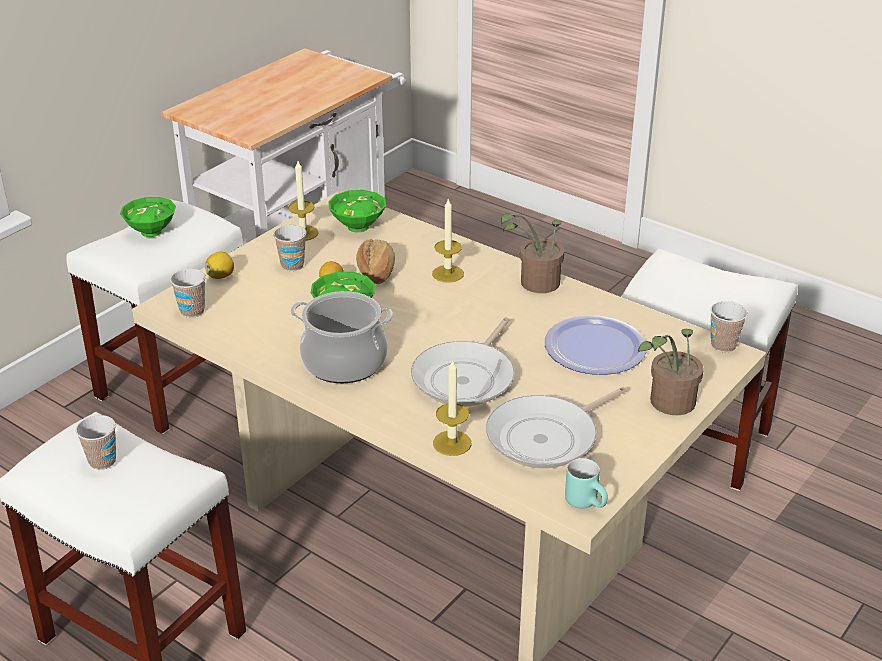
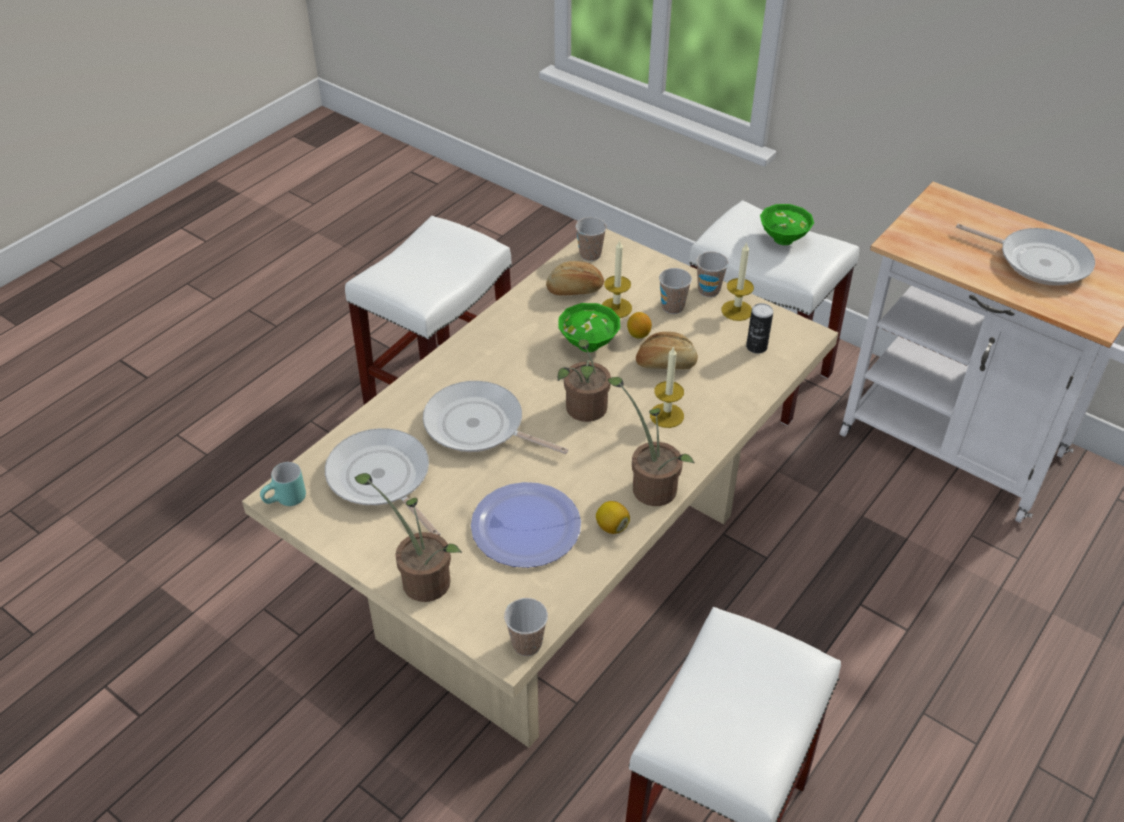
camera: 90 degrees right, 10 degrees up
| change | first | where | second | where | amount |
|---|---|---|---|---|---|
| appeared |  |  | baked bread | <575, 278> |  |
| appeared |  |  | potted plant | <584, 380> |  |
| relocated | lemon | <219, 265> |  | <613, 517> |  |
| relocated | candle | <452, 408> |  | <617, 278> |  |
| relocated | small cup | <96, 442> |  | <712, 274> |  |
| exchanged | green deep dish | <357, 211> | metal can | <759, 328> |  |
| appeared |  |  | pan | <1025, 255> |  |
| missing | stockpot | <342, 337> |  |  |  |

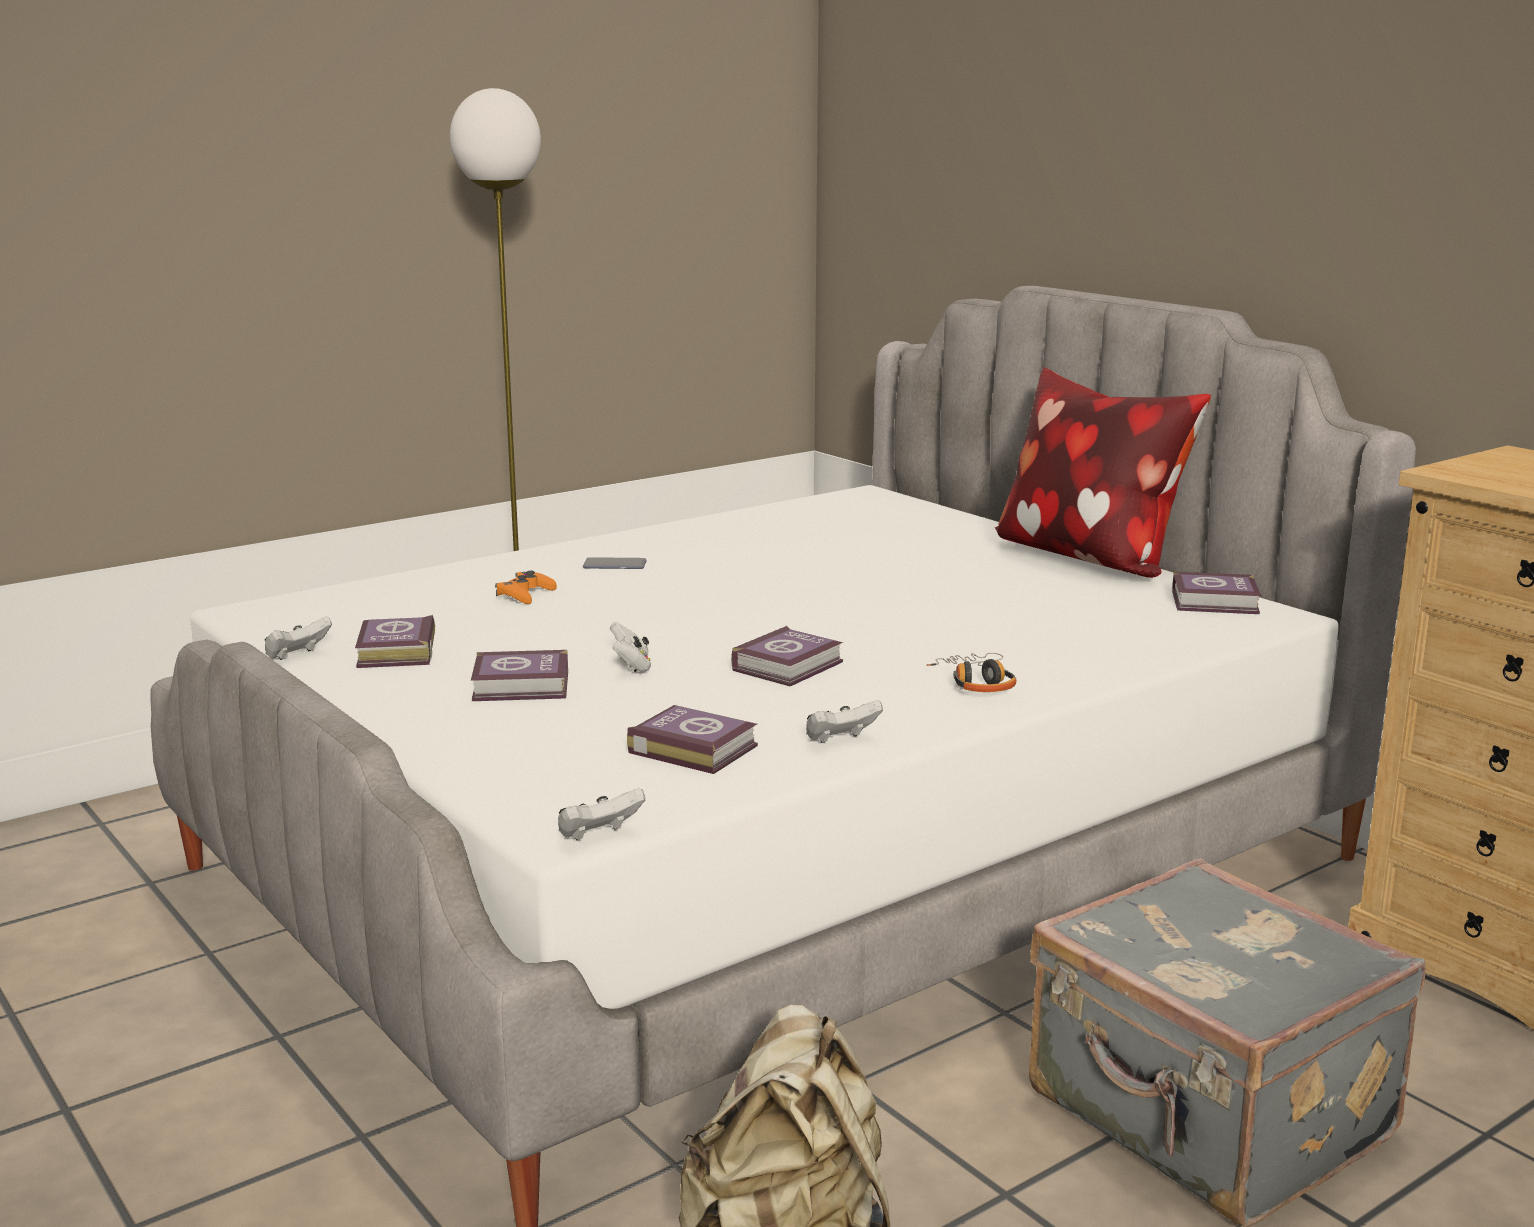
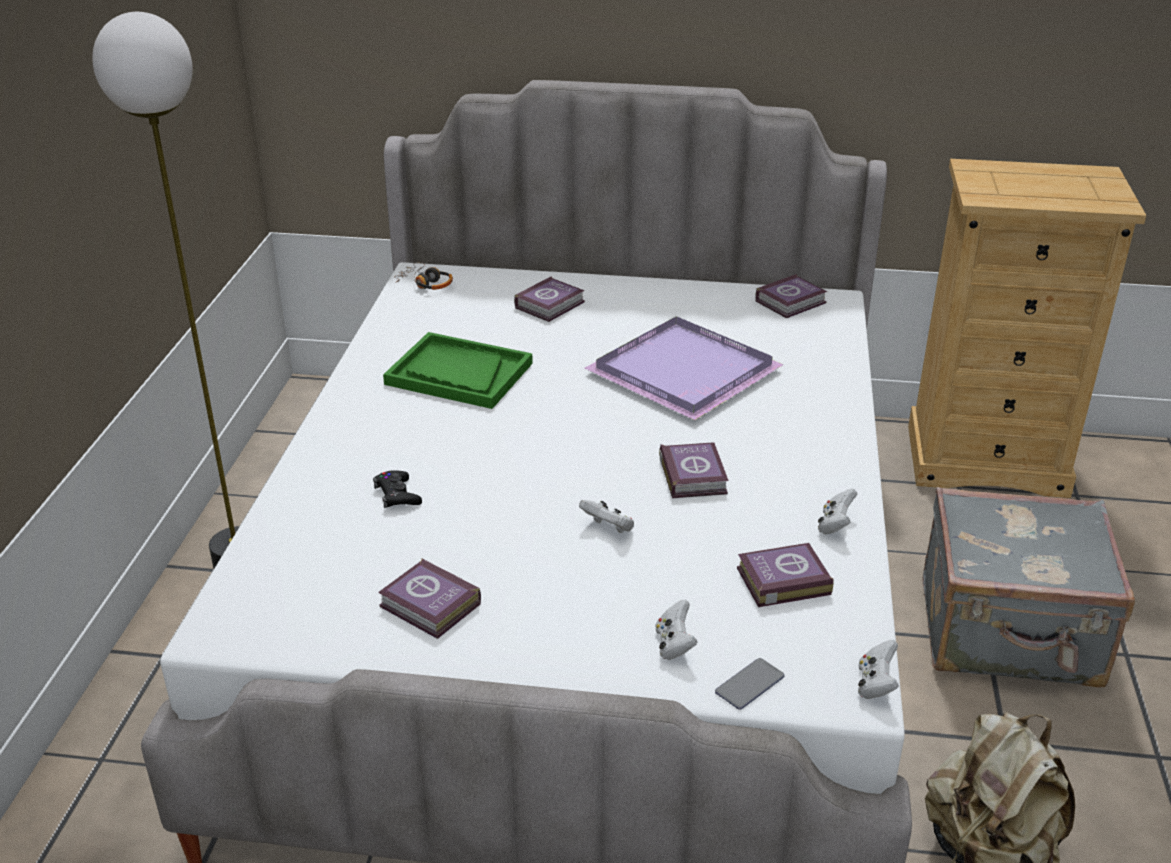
camera: 45 degrees left, 15 degrees up
| change | first | where | second | where | amount |
|---|---|---|---|---|---|
| colour | orangey gamepad | <526, 587> | black gamepad | <397, 489> |  |
| appeared |  |  | green serving tray | <458, 370> |  |
| relocated | headphones | <972, 672> |  | <423, 276> |  |
| relocated | volume | <519, 675> |  | <549, 299> |  |
| appeared |  |  | purple-coloured serving tray | <684, 368> |  |
| relocated | whitish gamepad | <298, 638> |  | <676, 630> |  |
| relocated | handset | <615, 563> |  | <749, 684> |  |
| missing | cushion | <1103, 472> |  |  |  |

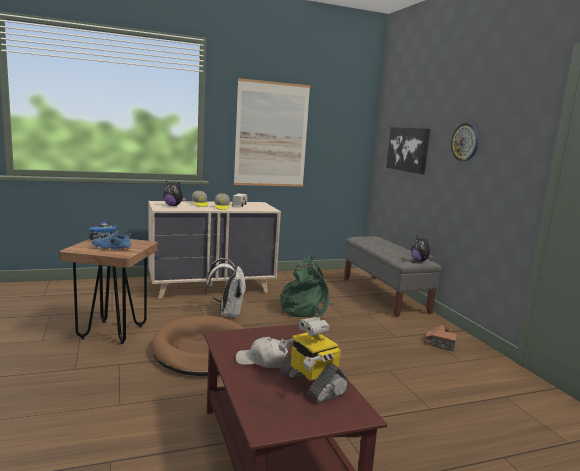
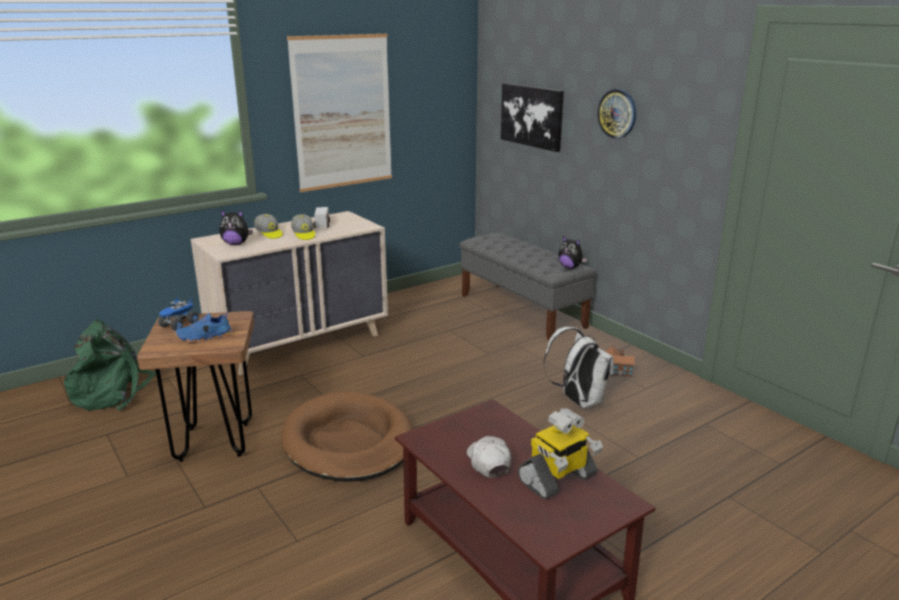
camera: 15 degrees left, 10 degrees up
| change | first | where | second | where | amount |
|---|---|---|---|---|---|
| relocated | green rucksack | <307, 286> |  | <112, 365> |  |
| spun | whitish baseball cap | <262, 352> |  | <489, 457> | 75 degrees clockwise |
| spun | robot figure | <313, 360> |  | <560, 454> | 75 degrees counterclockwise |
| relocated | whitish rucksack | <225, 288> |  | <578, 367> |  |

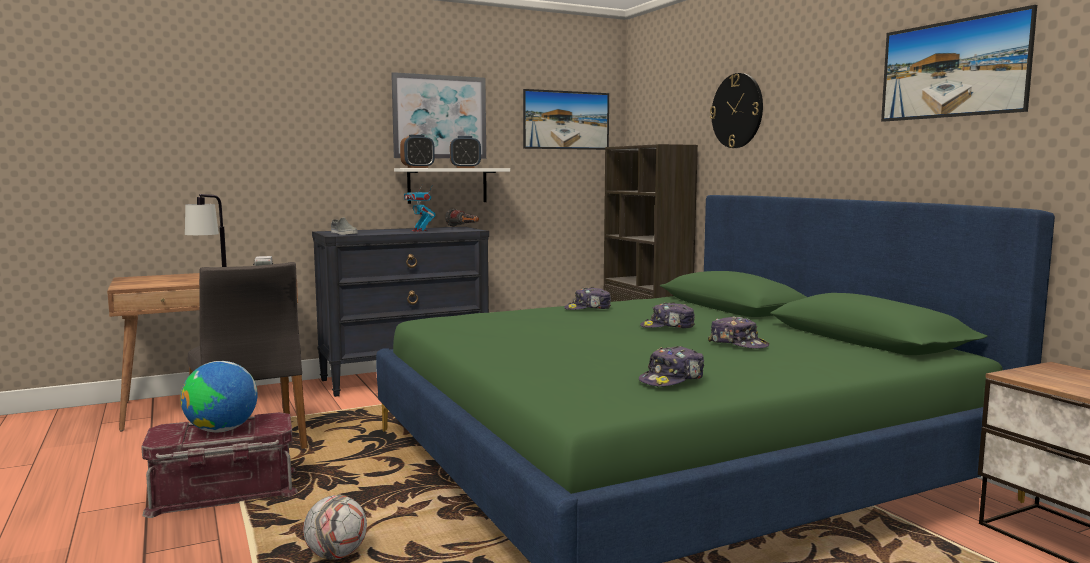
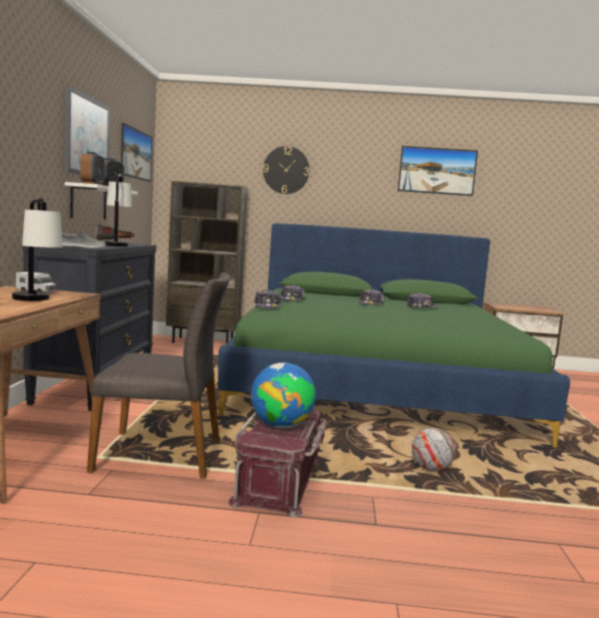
camera: 60 degrees left, 0 degrees up
| change | first | where | second | where | amount |
|---|---|---|---|---|---|
| exchanged | robot figure | <419, 208> | lamp for a table | <117, 210> |  |
| relocated | baseball cap | <671, 366> |  | <267, 298> |  |

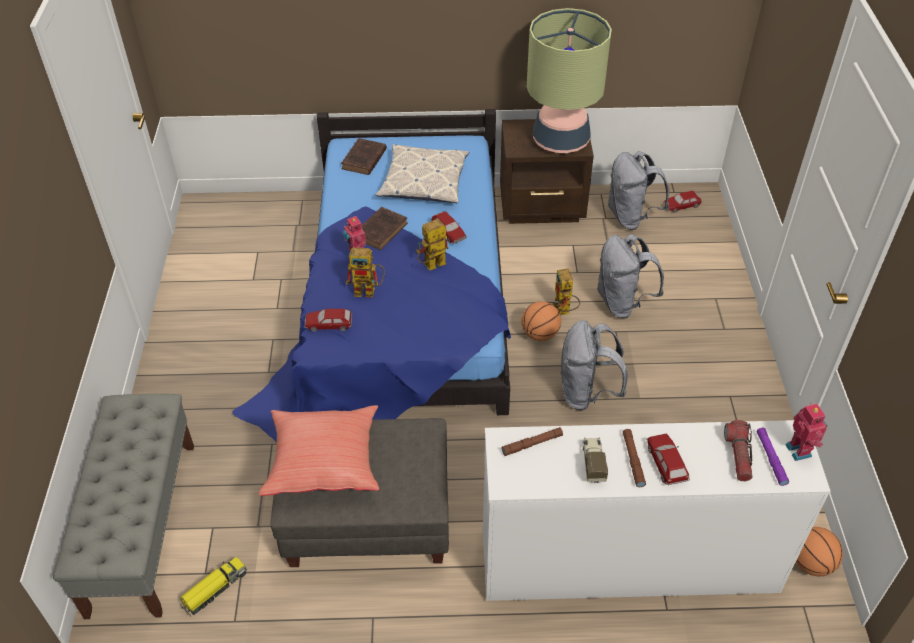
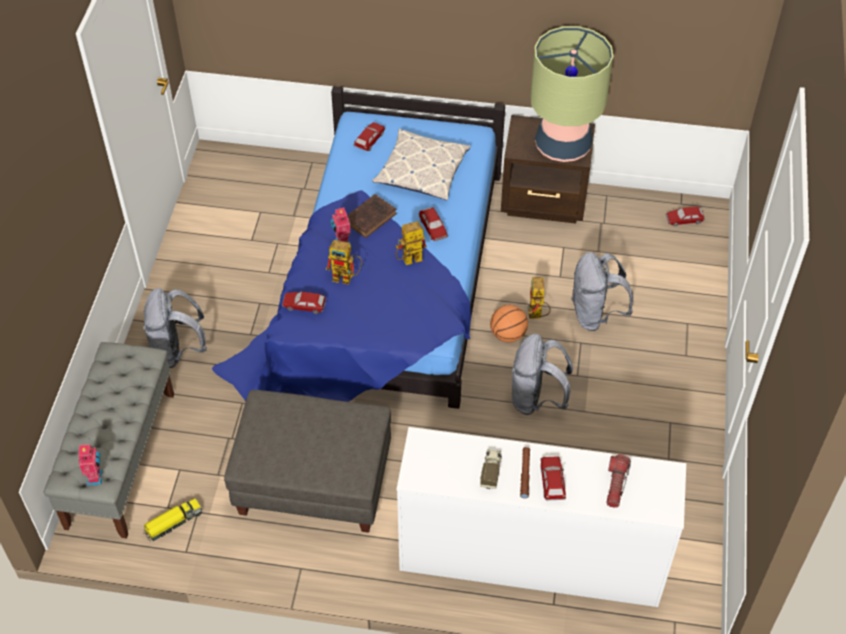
camera: 10 degrees right, 5 degrees up
| change | first | where | second | where | amount |
|---|---|---|---|---|---|
| relocated | robot figure | <806, 431> |  | <91, 464> |  |
| relocated | grey rucksack | <638, 190> |  | <175, 328> |  |
| exchanged | brownish volume | <364, 156> | miniature car | <369, 136> |  |
| missing | reddish cushion | <319, 450> |  |  |  |
| missing | brownish flashlight | <532, 441> |  |  |  |
| missing | purple-coloured flashlight | <773, 457> |  |  |  |
| missing | ball for basketball | <819, 551> |  |  |  |

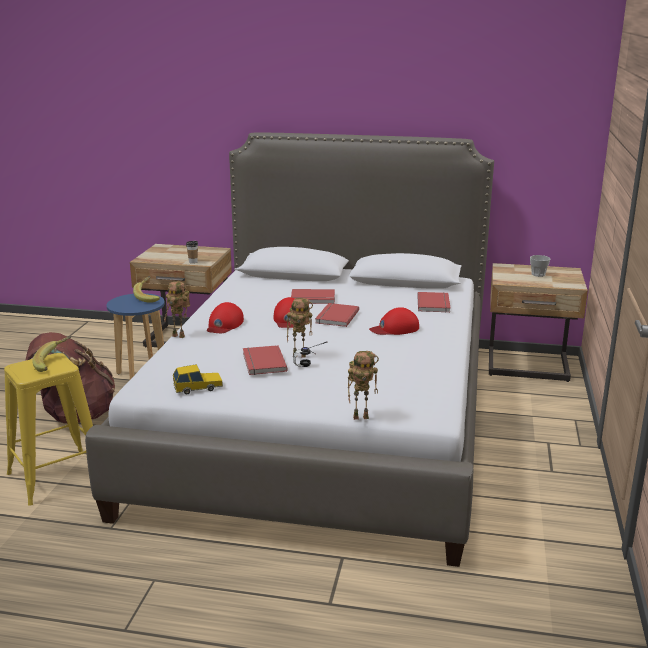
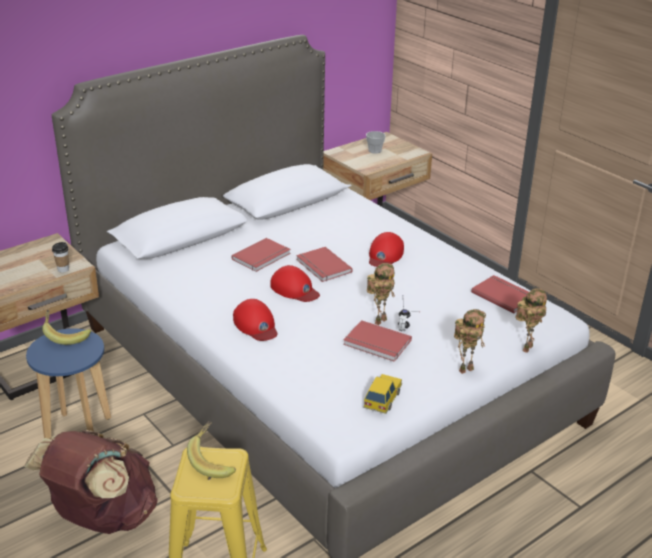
camera: 50 degrees left, 10 degrees up
| change | first | where | second | where | amount |
|---|---|---|---|---|---|
| relocated | robot figure | <177, 309> |  | <470, 341> |  |
| relocated | reddish volume | <434, 302> |  | <500, 294> |  |

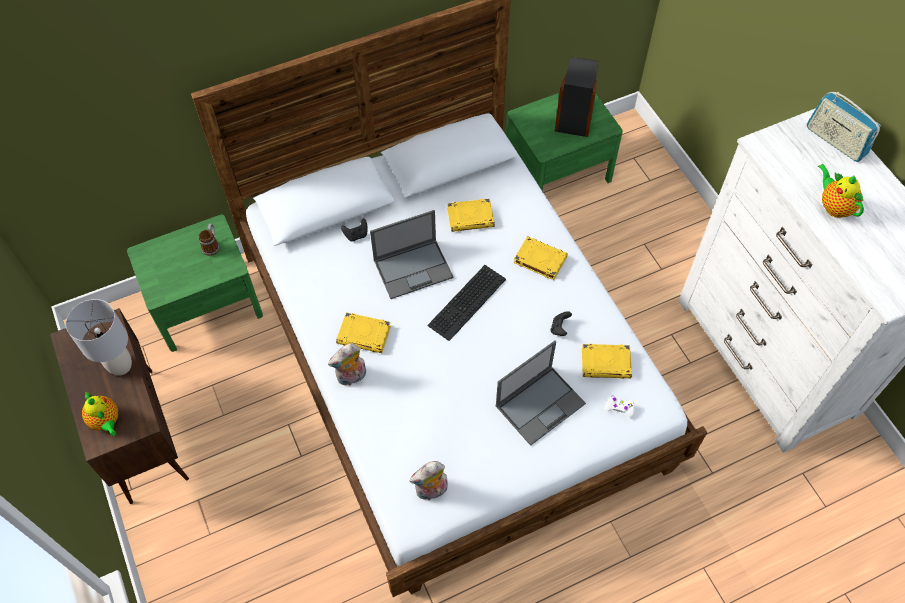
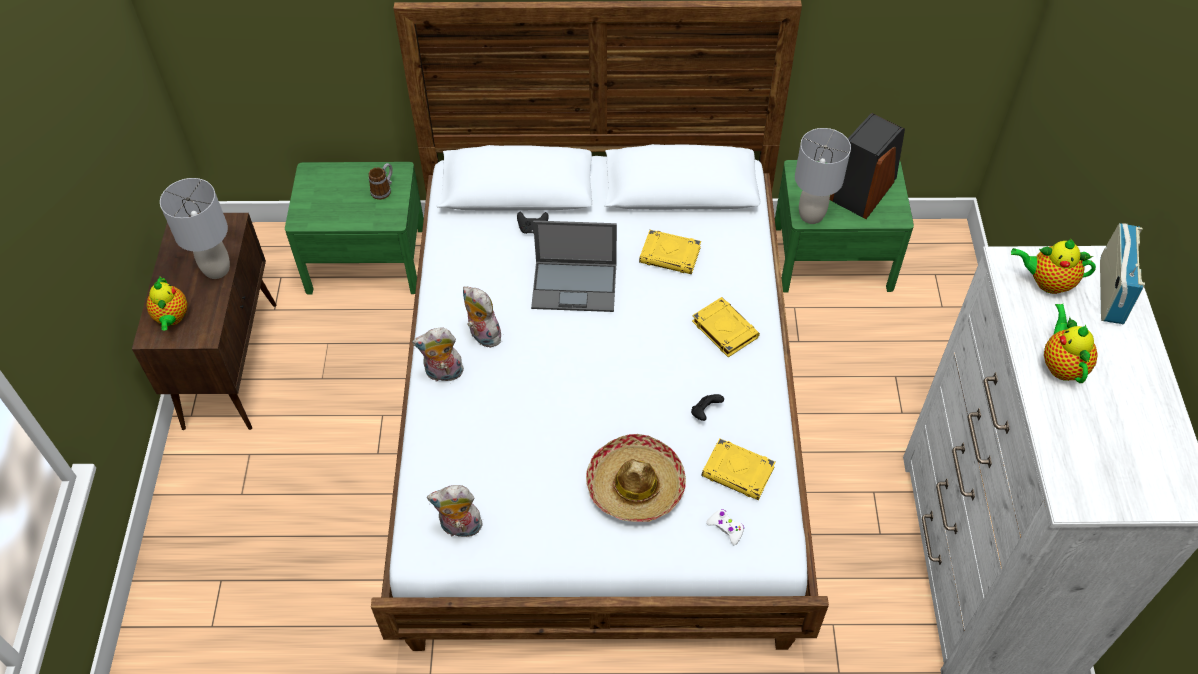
camera: 25 degrees right, 5 degrees down
| change | first | where | second | where | amount |
|---|---|---|---|---|---|
| exchanged | yellowish volume | <363, 332> | soft toy | <482, 316> |  |
| exchanged | portable computer | <541, 393> | wearable hat | <636, 478> |  |
| appeared |  |  | grey lamp for a table | <823, 176> |  |
| appeared |  |  | teapot | <1053, 266> |  |
| spun | radio receiver | <844, 127> |  | <1122, 273> | 150 degrees counterclockwise |
| missing | keyboard | <466, 303> |  |  |  |

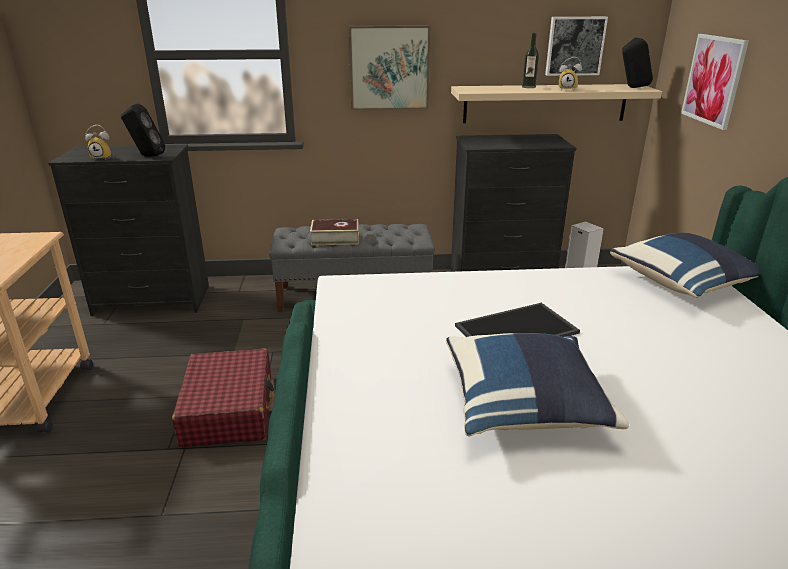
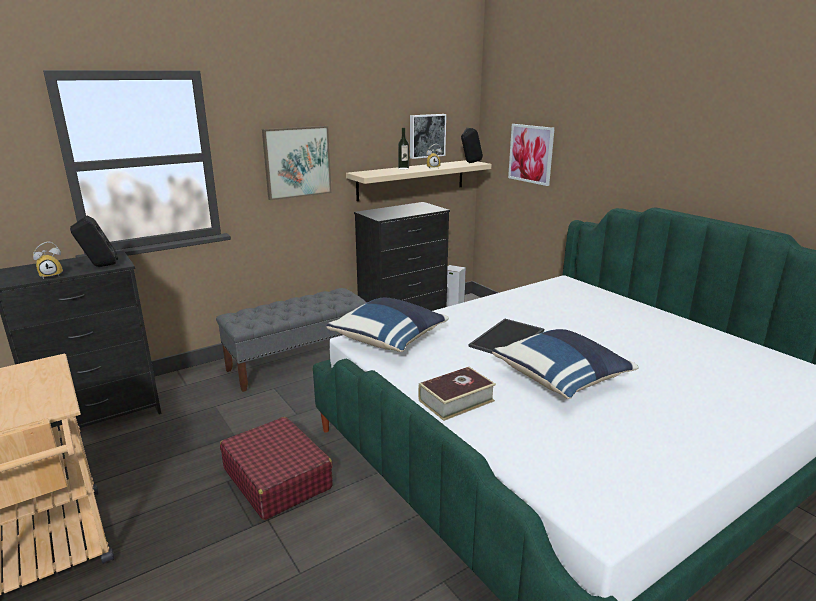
camera: 30 degrees left, 5 degrees down
| change | first | where | second | where | amount |
|---|---|---|---|---|---|
| relocated | blue cushion | <684, 265> |  | <387, 325> |  |
| relocated | volume | <334, 232> |  | <457, 394> |  |

